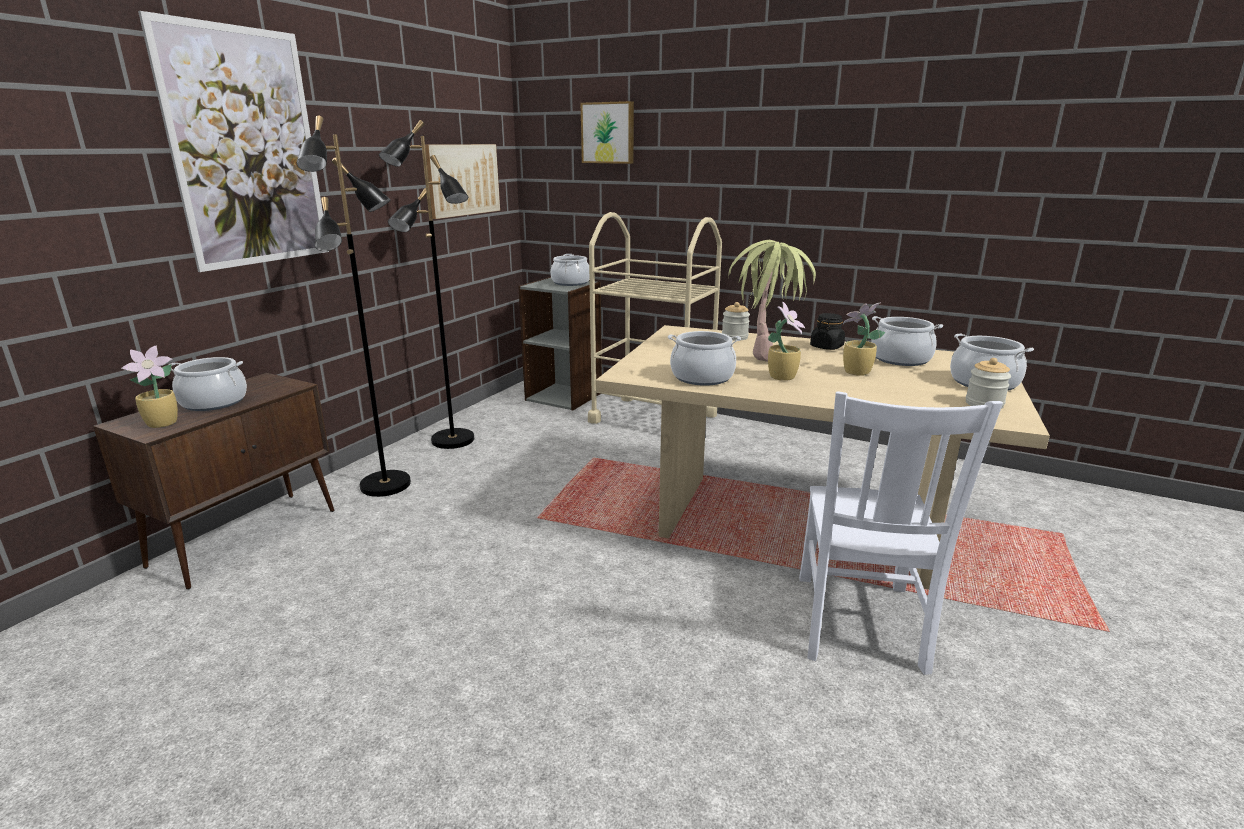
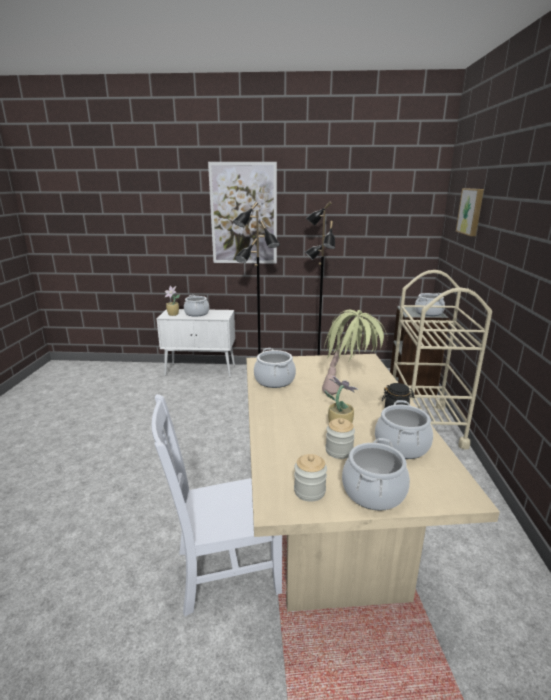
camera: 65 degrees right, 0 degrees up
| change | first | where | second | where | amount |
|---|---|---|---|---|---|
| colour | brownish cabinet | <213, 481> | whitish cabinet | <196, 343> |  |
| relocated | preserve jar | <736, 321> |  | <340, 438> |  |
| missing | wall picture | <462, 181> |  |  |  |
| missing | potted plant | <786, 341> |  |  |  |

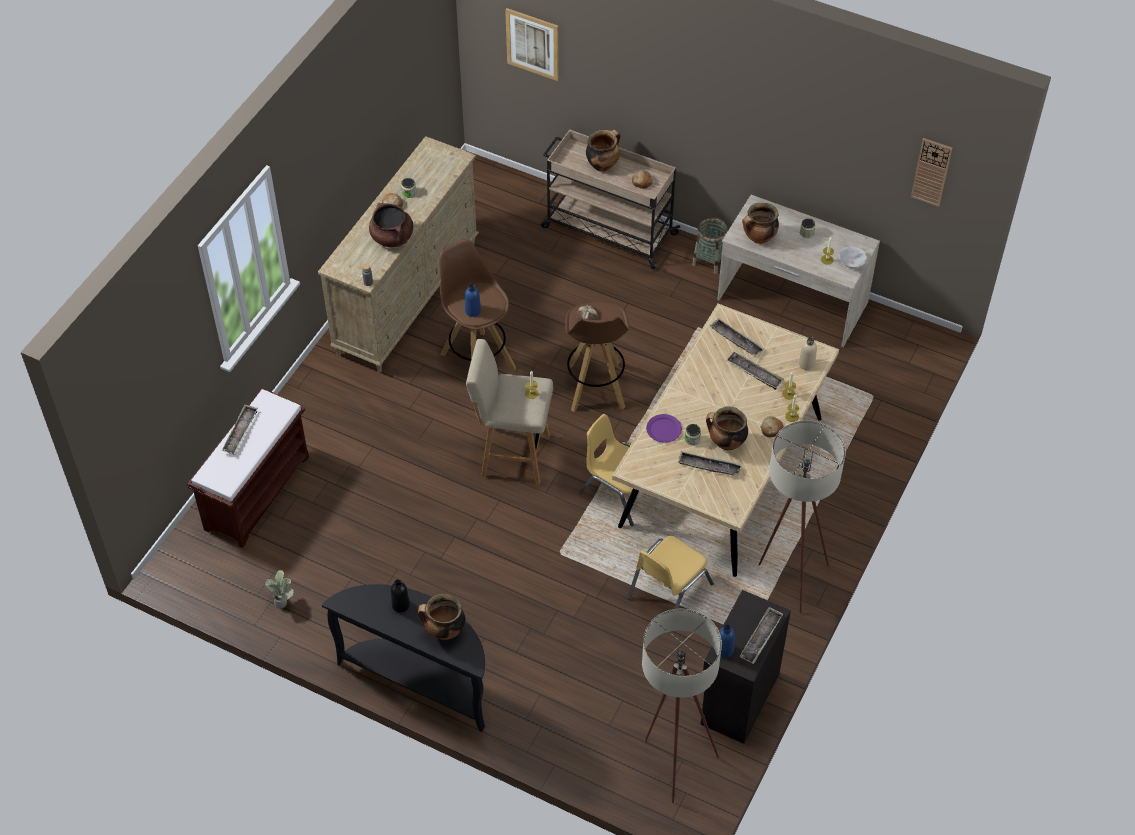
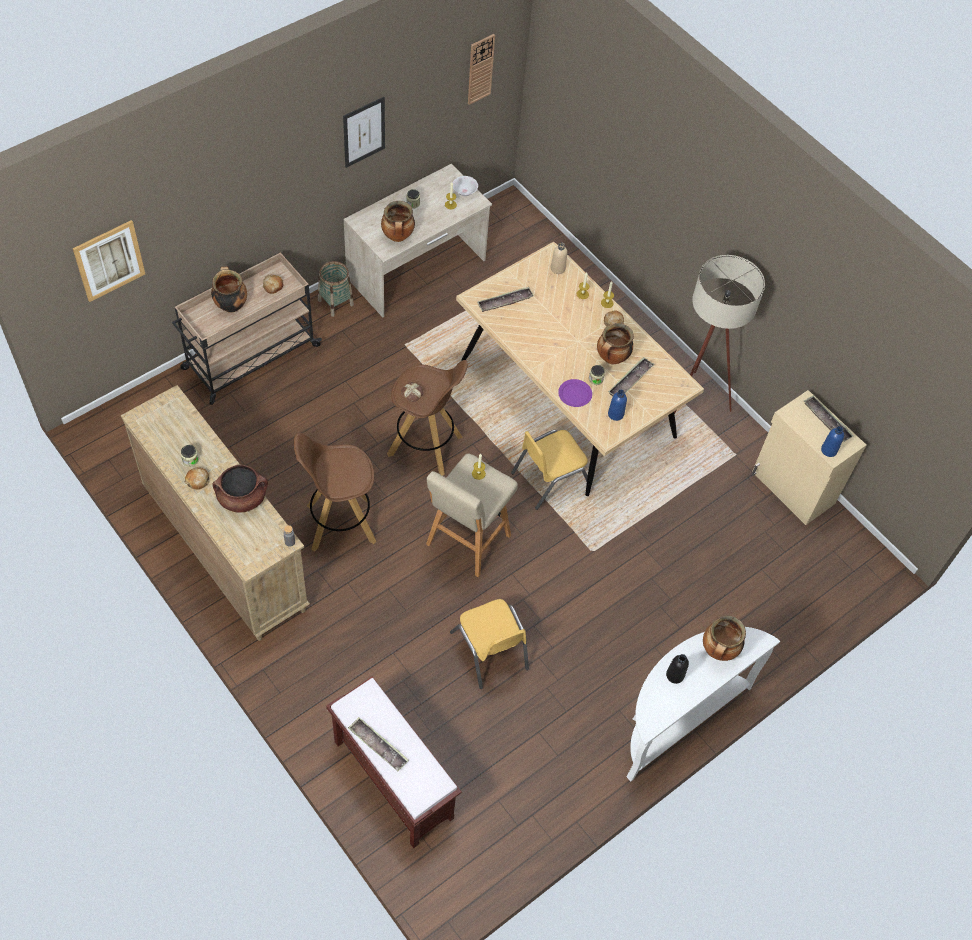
camera: 70 degrees left, 5 degrees up
| change | first | where | second | where | amount |
|---|---|---|---|---|---|
| appeared |  |  | wall picture | <364, 132> |  |
| relocated | yellowish plain chair | <670, 572> |  | <489, 644> |  |
| relocated | blue beverage bottle | <473, 300> |  | <617, 405> |  |
| colour | black console table | <403, 658> | whitish console table | <703, 704> |  |
| colour | black cabinet | <746, 667> | sand-coloured cabinet | <808, 457> |  |
| missing | potted plant | <279, 589> |  |  |  |
| missing | sand-coloured standard lamp | <682, 705> |  |  |  |
| missing | serving tray | <755, 371> |  |  |  |

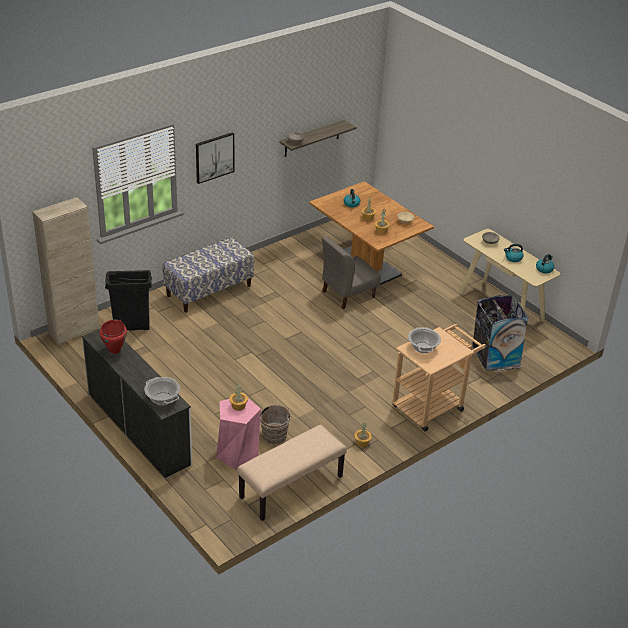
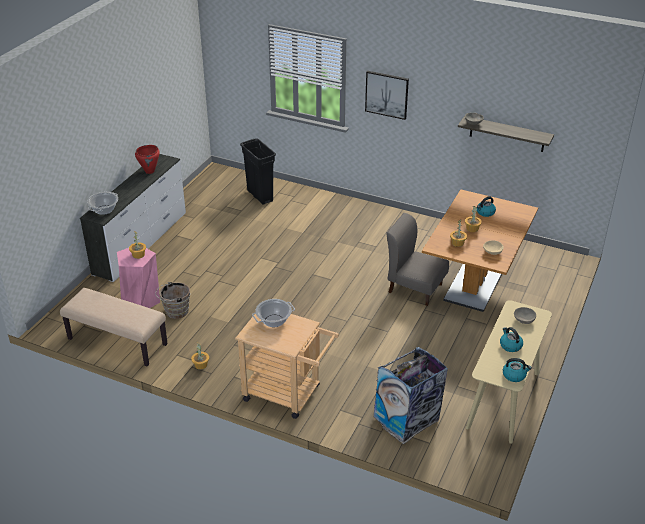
camera: 65 degrees right, 0 degrees up
| change | first | where | second | where | amount |
|---|---|---|---|---|---|
| missing | sand-coloured cabinet | <66, 270> |  |  |  |
| missing | long seat | <208, 275> |  |  |  |

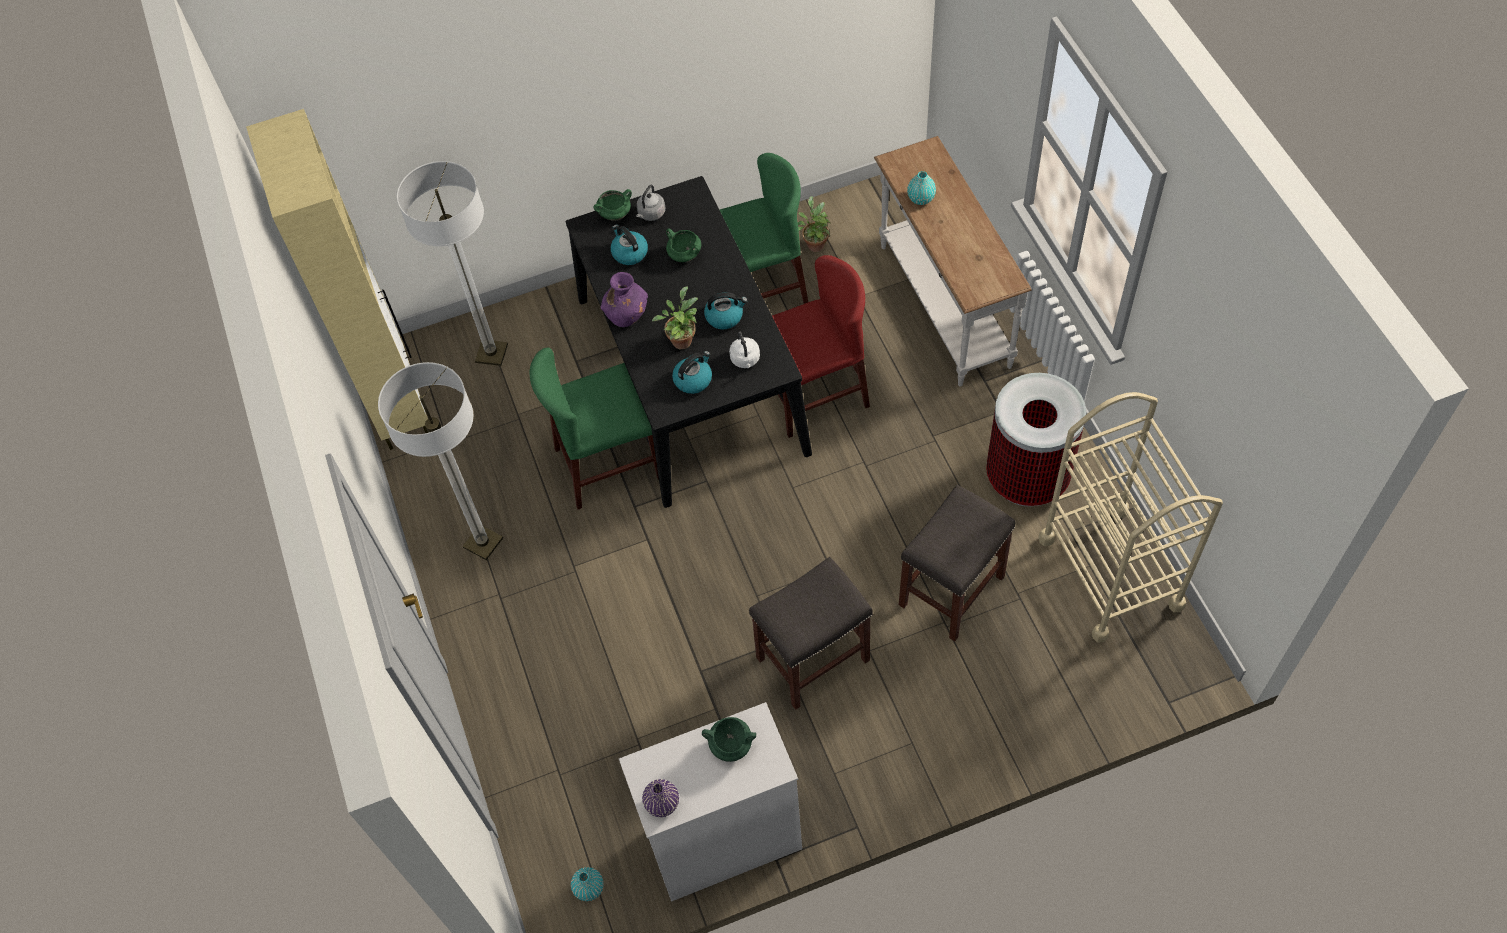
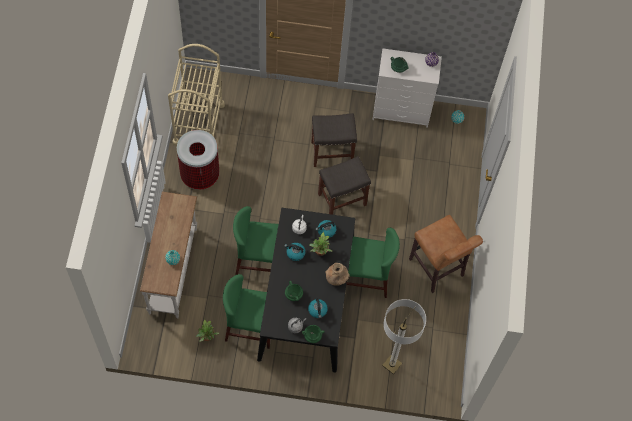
camera: 160 degrees left, 5 degrees up
| change | first | where | second | where | amount |
|---|---|---|---|---|---|
| colour | reddish plain chair | <821, 346> | green plain chair | <256, 240> |  |
| relocated | grey stool seat | <957, 563> |  | <344, 185> |  |
| colour | purple-coloured decorative vase | <624, 299> | brownish decorative vase | <338, 274> |  |
| exchanged | standard lamp | <440, 461> | brownish stool seat | <446, 254> |  |
| missing | sand-coloured cabinet | <337, 279> |  |  |  |

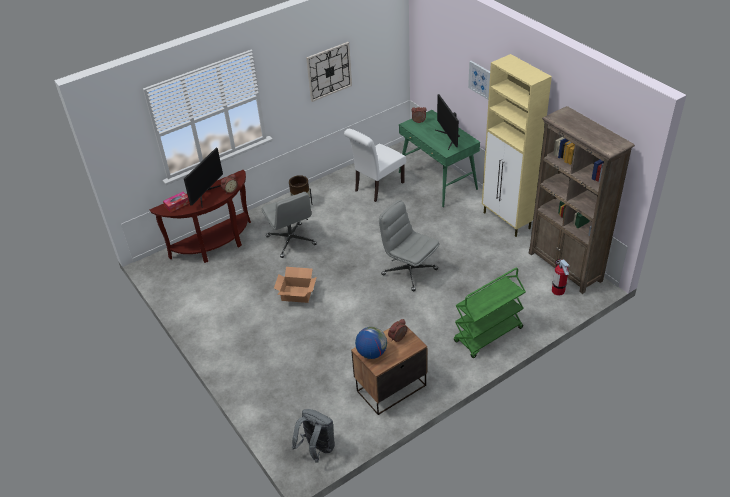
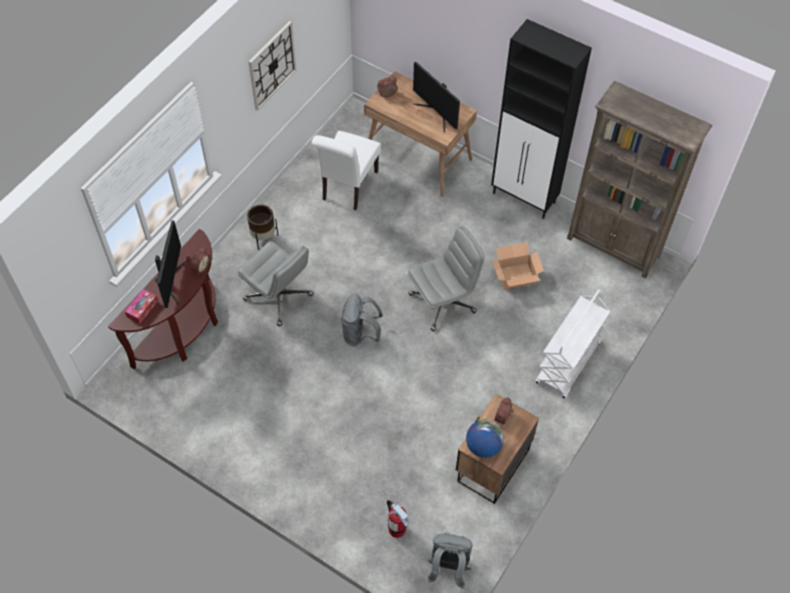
camera: 25 degrees left, 15 degrees up
| change | first | where | second | where | amount |
|---|---|---|---|---|---|
| appeared |  |  | grey rucksack | <362, 320> |  |
| colour | green desk | <439, 158> | brownish desk | <420, 134> |  |
| relocated | fire-fighting cylinder | <561, 277> |  | <398, 519> |  |
| spun | grey computer chair | <409, 245> |  | <446, 279> | 135 degrees clockwise |
| colour | sand-coloured cabinet | <517, 145> | black cabinet | <541, 119> |  |
| relocated | packing box | <295, 285> |  | <518, 266> |  |
| colour | green cart | <490, 313> | whitish cart | <573, 344> |  |
| missing | wall picture | <479, 80> |  |  |  |

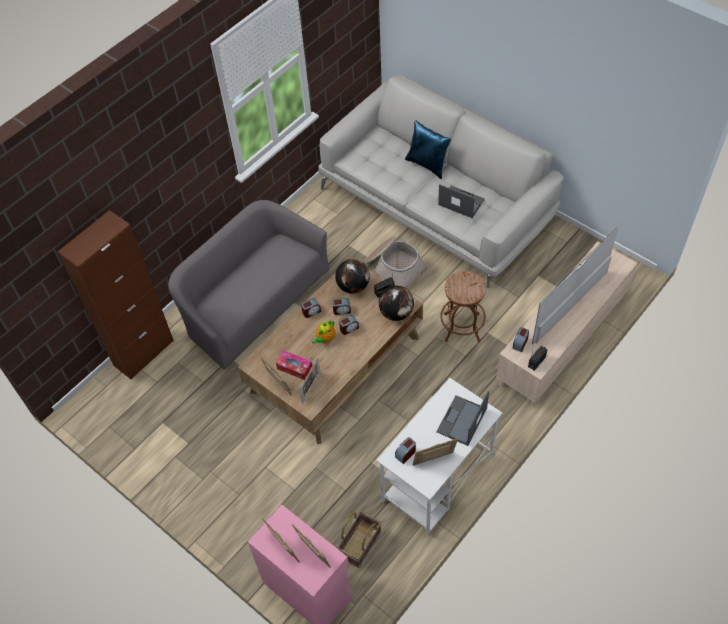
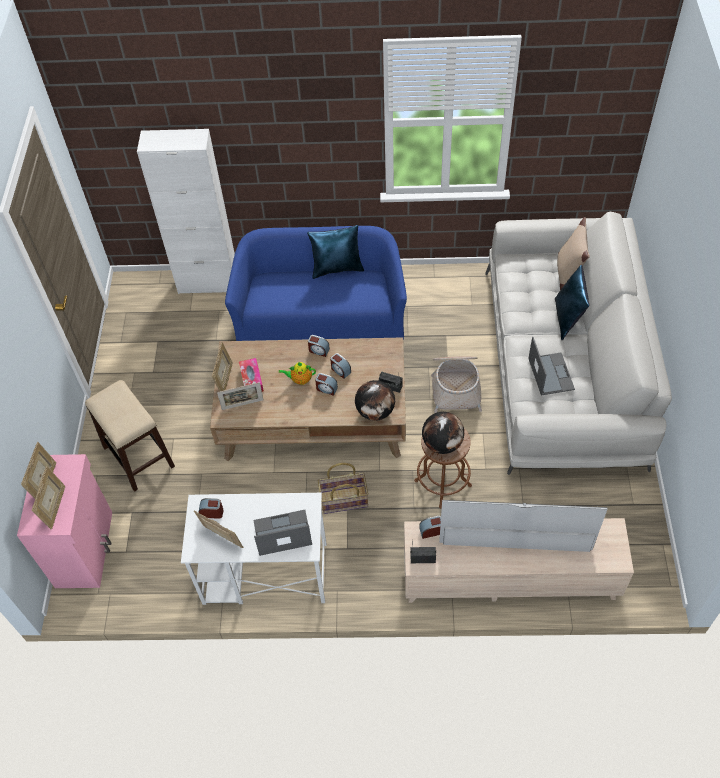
camera: 50 degrees right, 0 degrees up
| change | first | where | second | where | amount |
|---|---|---|---|---|---|
| appeared |  |  | stool seat | <130, 436> |  |
| colour | brownish cabinet | <116, 295> | whitish cabinet | <186, 211> |  |
| colour | grey sofa | <248, 285> | blue sofa | <316, 283> |  |
| appeared |  |  | blue cushion | <335, 252> |  |
| relocated | storage basket | <359, 539> |  | <343, 488> |  |
| relocated | world globe | <352, 276> |  | <443, 433> |  |
| appeared |  |  | sand-coloured cushion | <573, 253> |  |

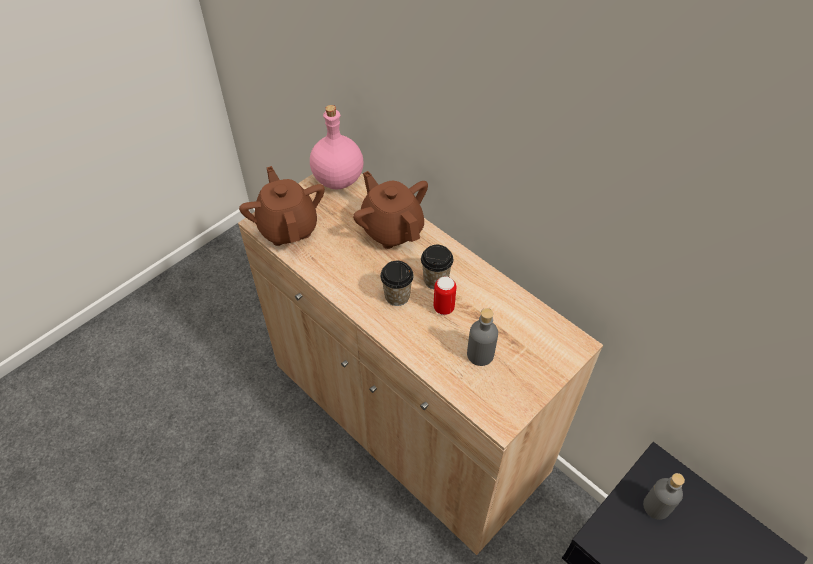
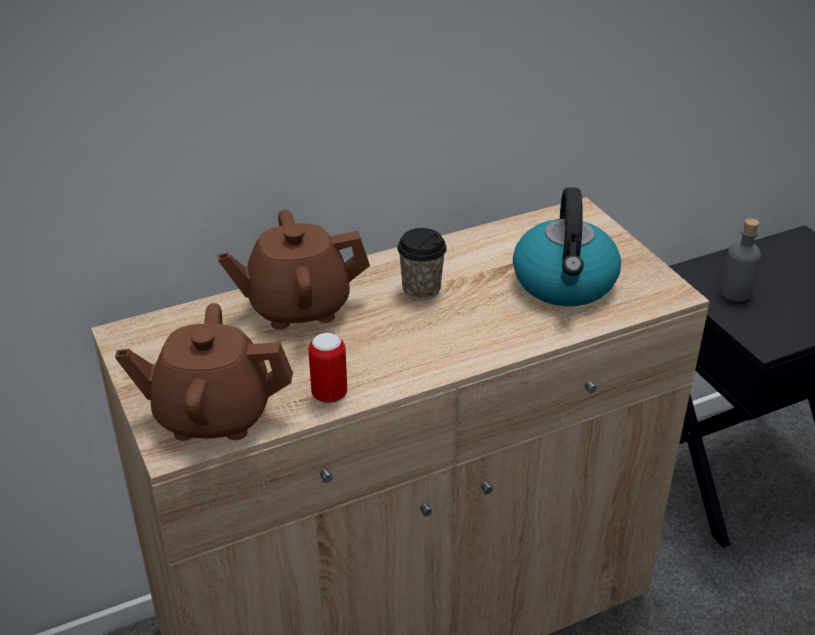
camera: 70 degrees left, 15 degrees down
| change | first | where | second | where | amount |
|---|---|---|---|---|---|
| relocated | metal can | <444, 295> |  | <327, 368> |  |
| exchanged | grey beverage bottle | <482, 337> | tea kettle | <567, 246> |  |
| missing | pinkish beverage bottle | <336, 147> |  |  |  |
| missing | small cup | <397, 283> |  |  |  |

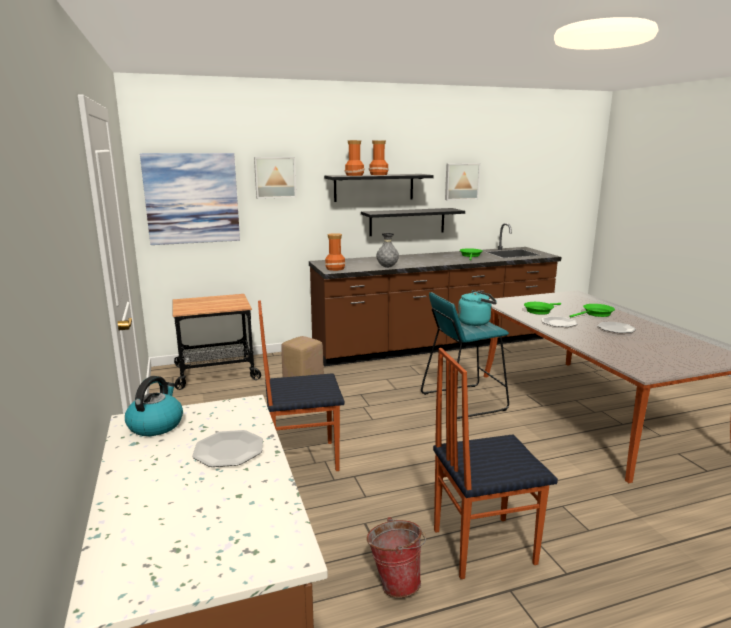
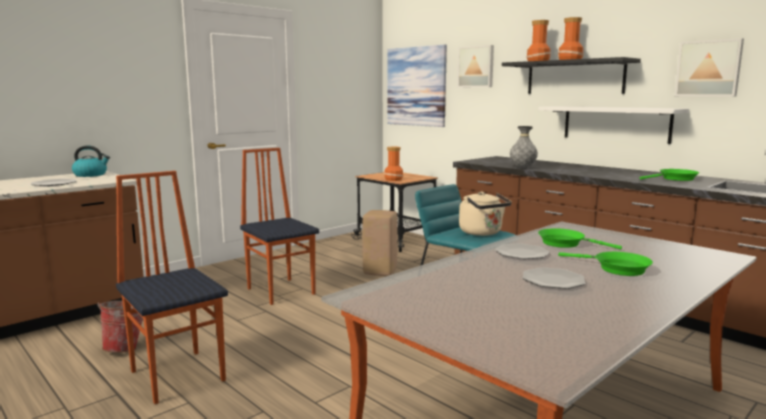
camera: 65 degrees right, 5 degrees down
| change | first | where | second | where | amount |
|---|---|---|---|---|---|
| relocated | decorative vase | <335, 252> |  | <393, 164> |  |
| colour | turquoise-coloured tea kettle | <477, 308> | sand-coloured tea kettle | <485, 213> |  |
| colour | black wall shelf | <413, 222> | whitish wall shelf | <613, 125> |  |

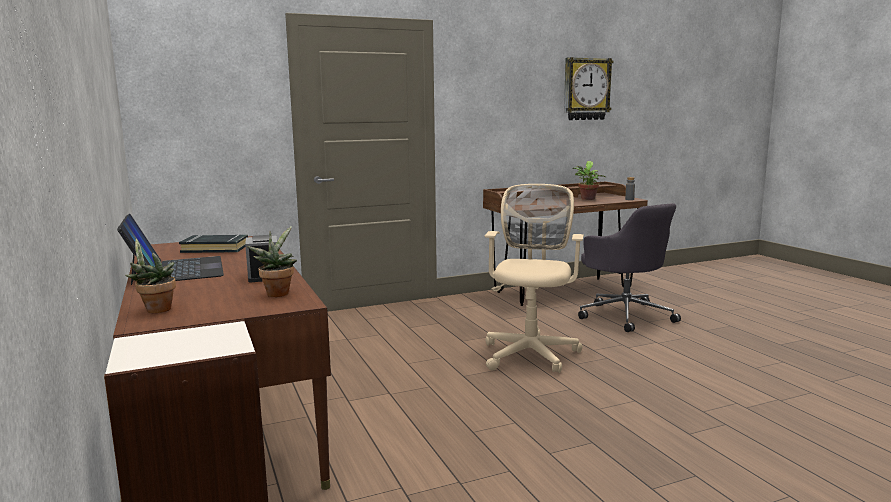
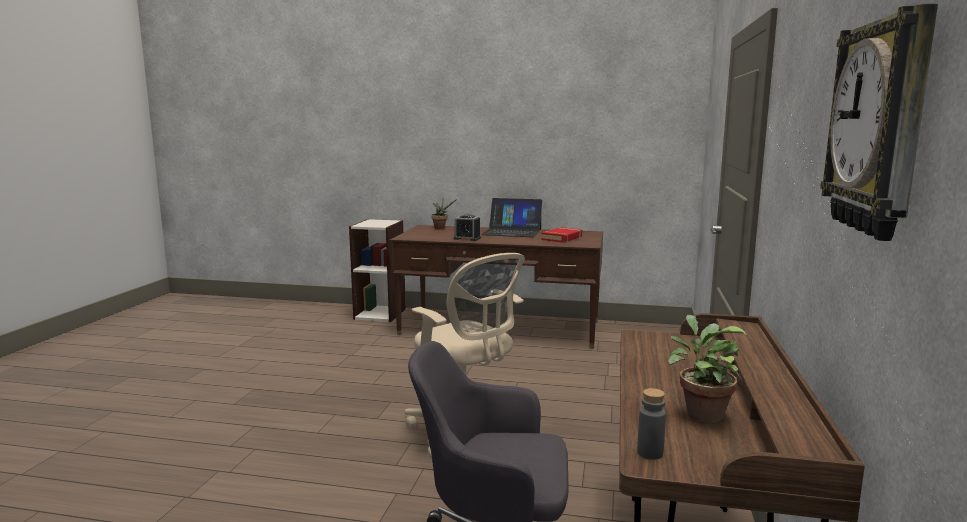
camera: 125 degrees right, 0 degrees up
| change | first | where | second | where | amount |
|---|---|---|---|---|---|
| colour | black volume | <213, 243> | reddish volume | <561, 235> |  |
| missing | potted plant | <272, 261> |  |  |  |

